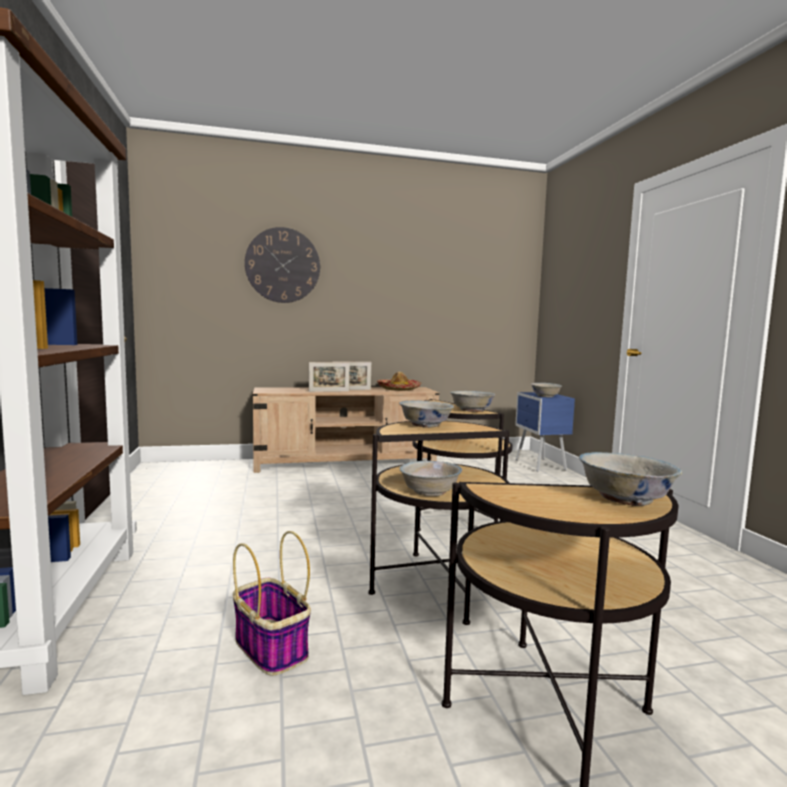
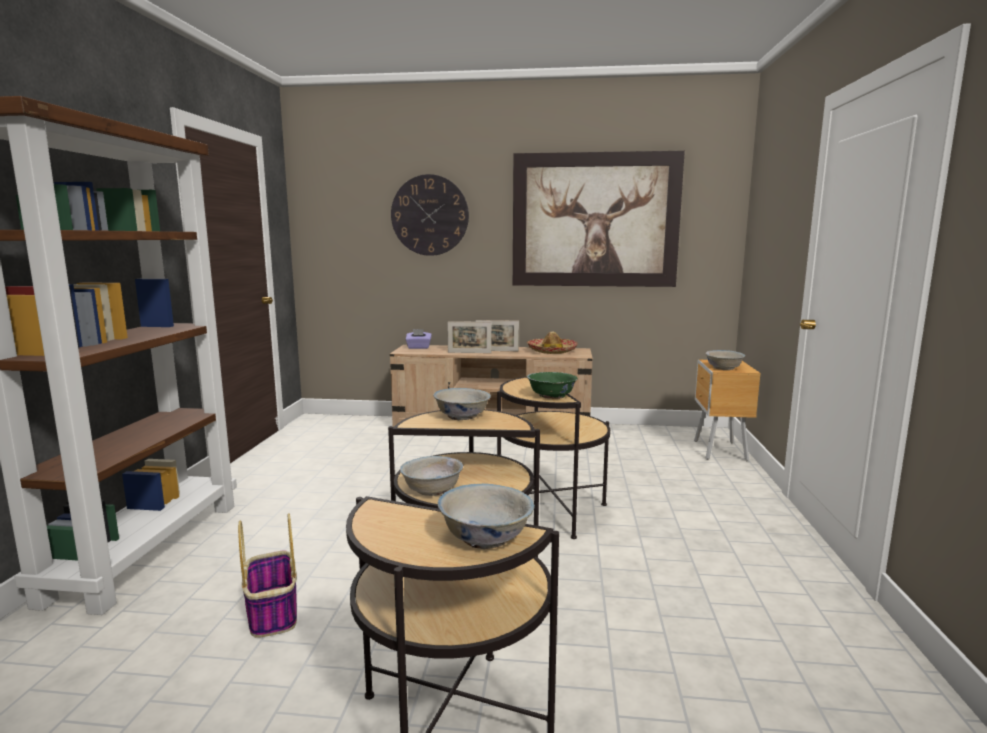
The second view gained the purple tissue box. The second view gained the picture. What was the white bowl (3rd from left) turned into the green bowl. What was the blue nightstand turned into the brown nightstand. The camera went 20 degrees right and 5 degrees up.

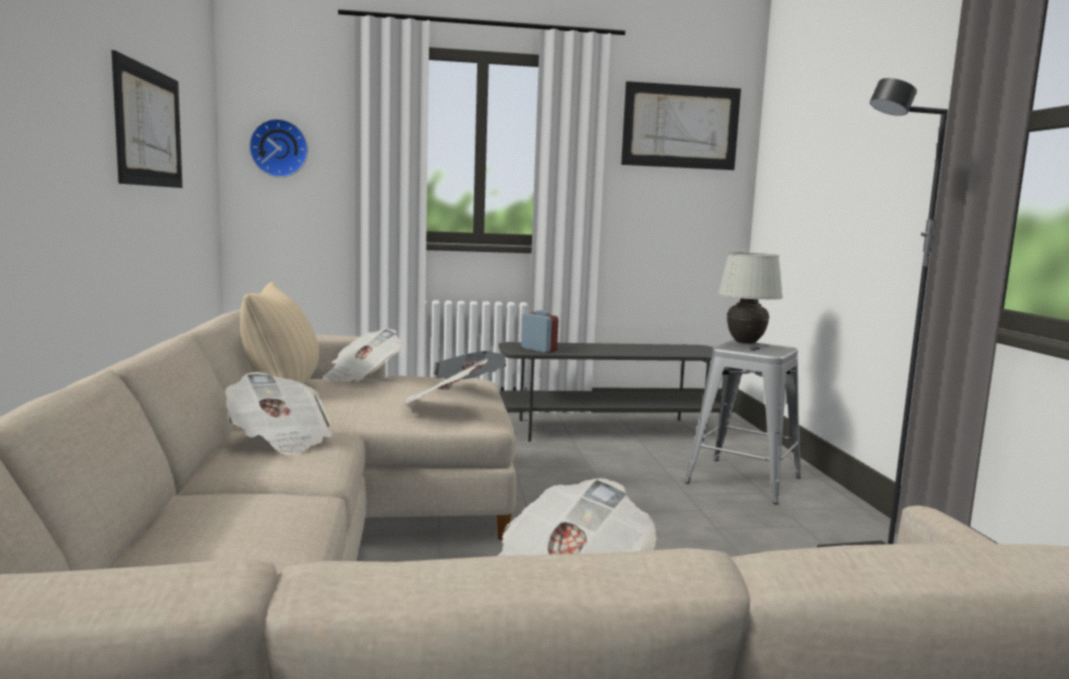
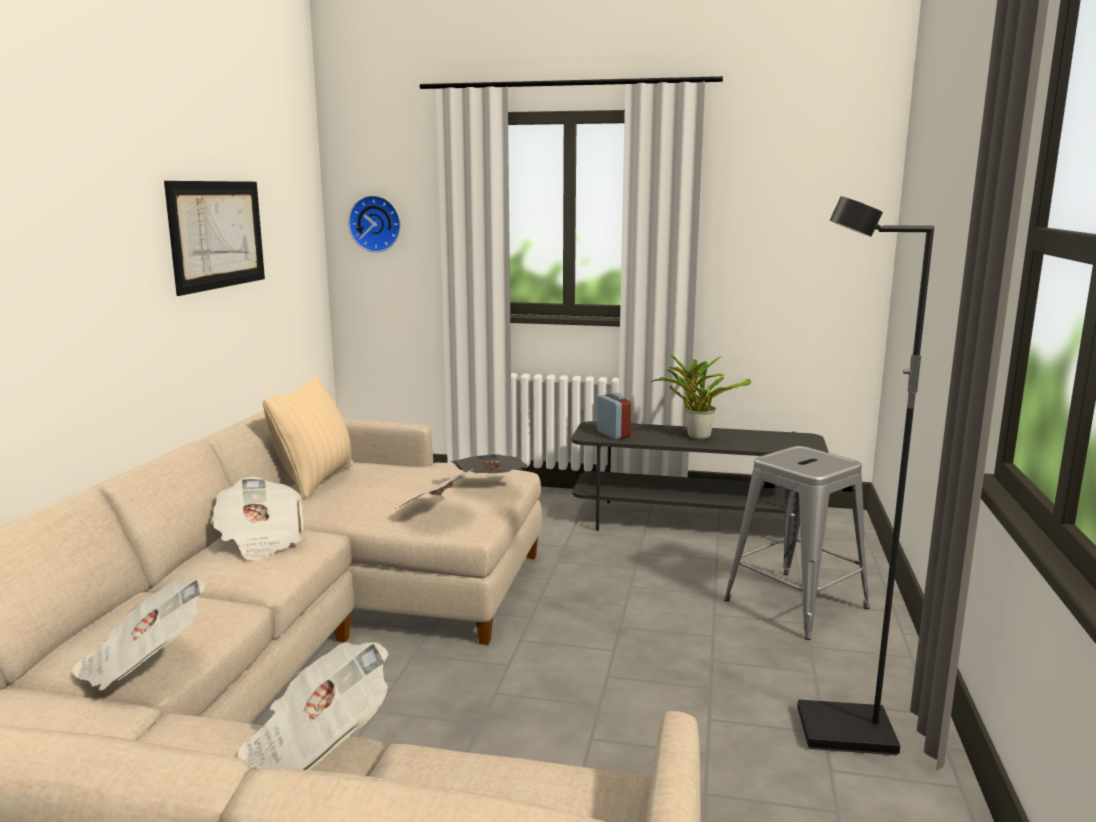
The newspaper (2nd from left in the first image) ended up elsewhere. The second view gained the potted plant. The second view lost the picture (2nd from left). The second view lost the white table lamp. The camera went 20 degrees right and 5 degrees up.

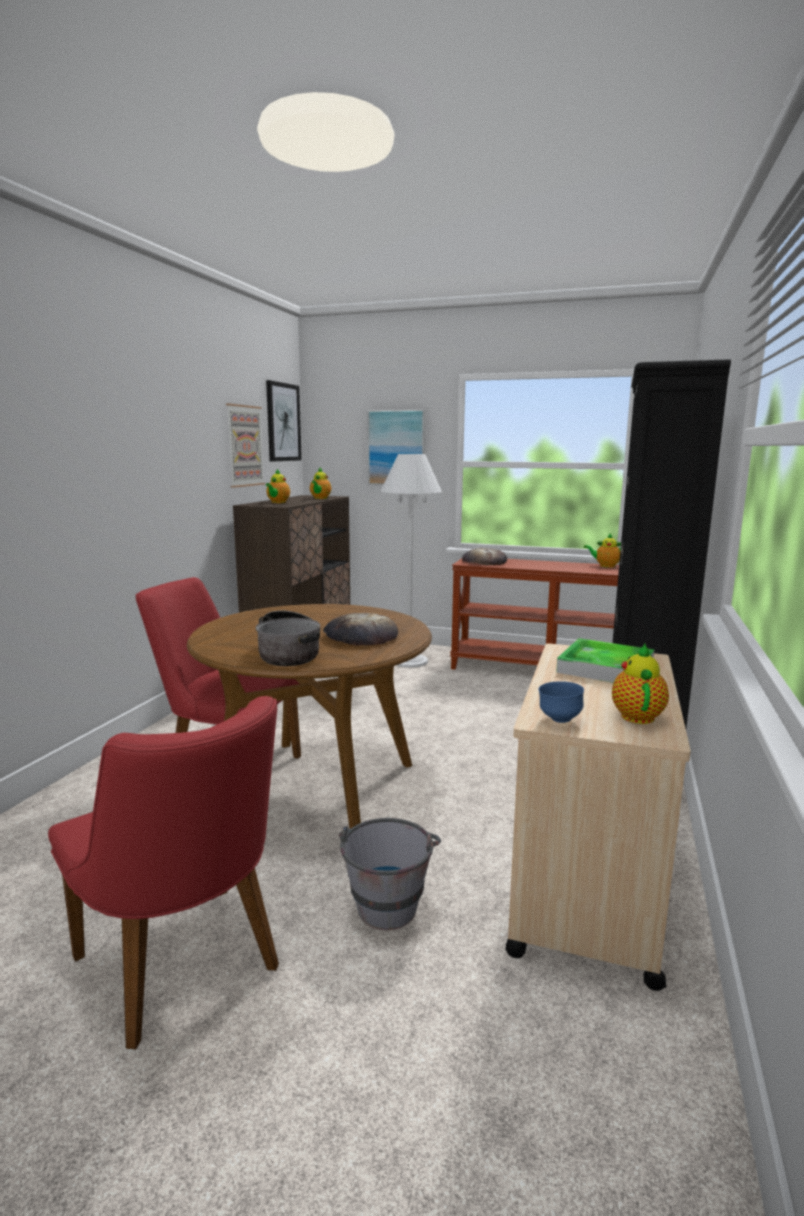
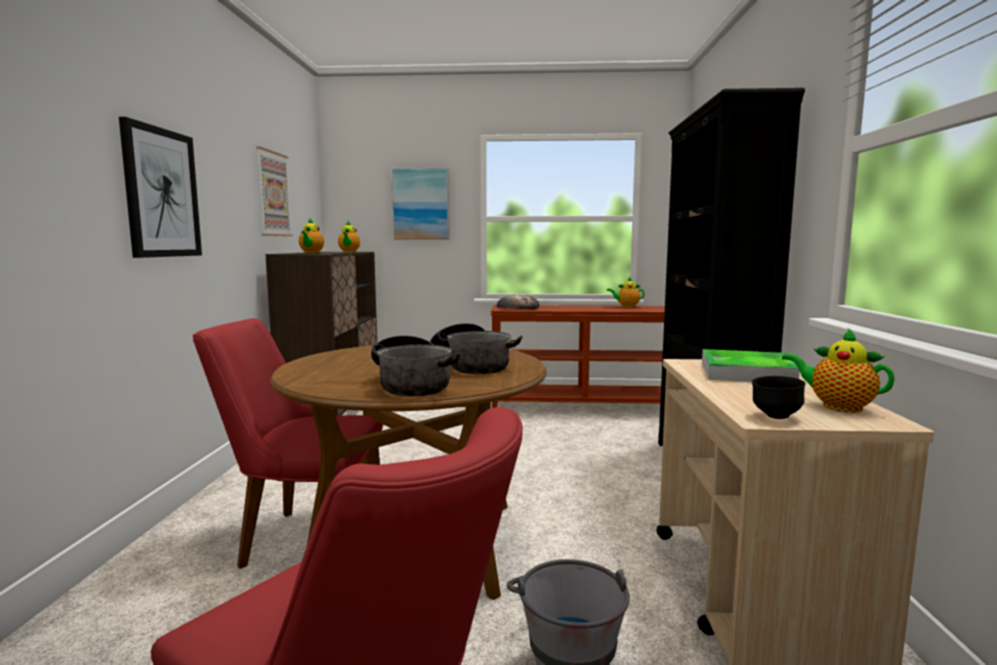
The picture (2nd from left in the first image) ended up elsewhere. Where the bread (1st from left) stood, the cooking pot (2nd from left) came to stand. What was the blue bowl turned into the black bowl. The teapot (4th from left) ended up facing another way, 45 degrees counterclockwise from before. The second view lost the white floor lamp. The camera went 15 degrees left and 5 degrees down.

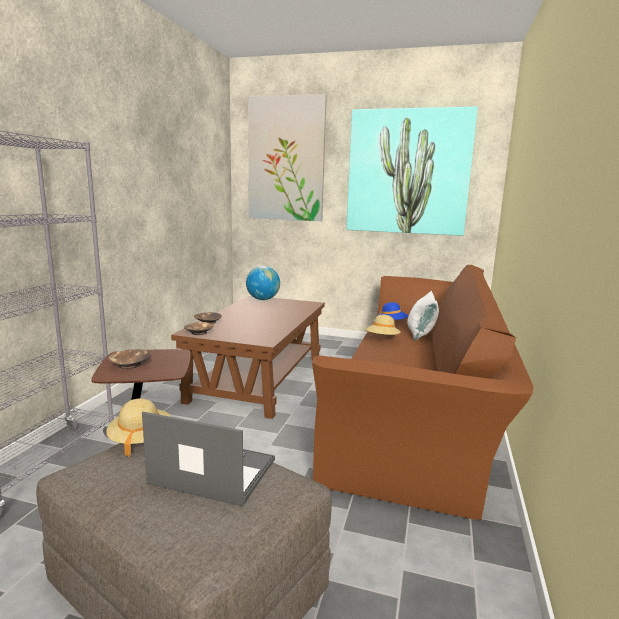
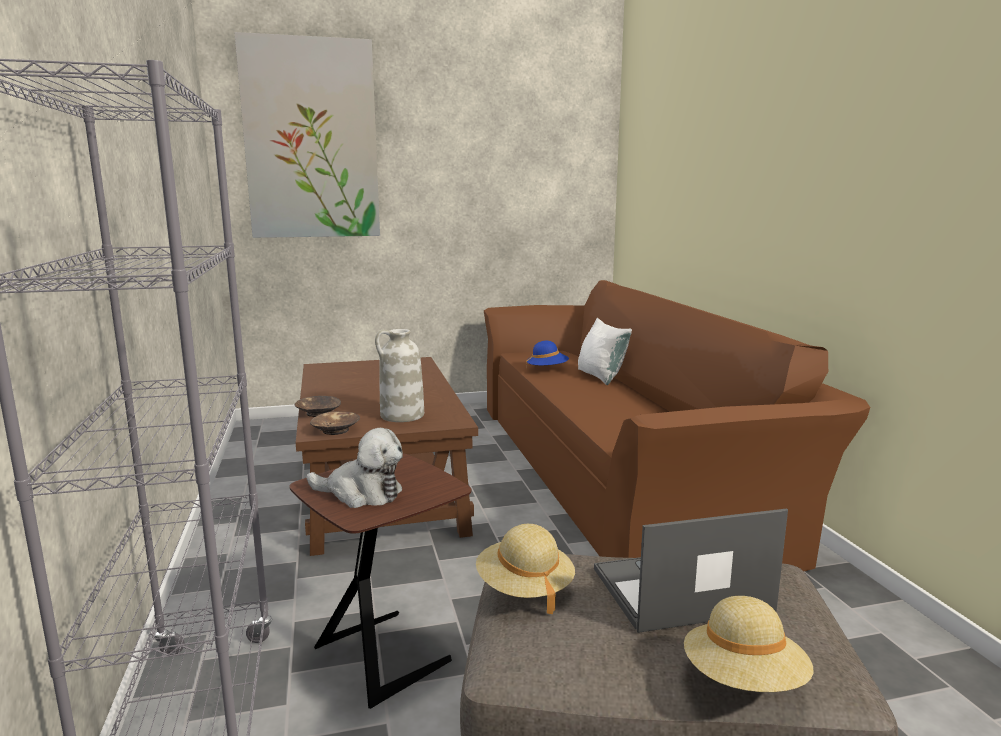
Where the brown bowl (1st from left) stood, the plush toy came to stand. The second view gained the white vase. The beige hat (2nd from left) ended up elsewhere. The second view lost the globe. The second view lost the picture (2nd from left). The camera went 30 degrees left and 0 degrees up.

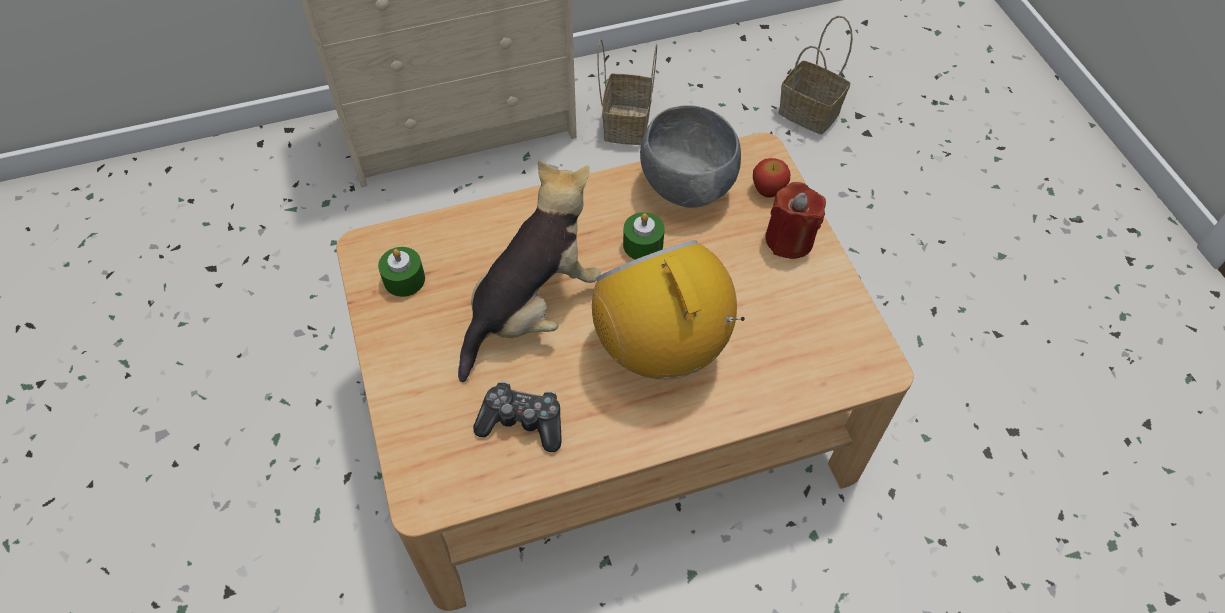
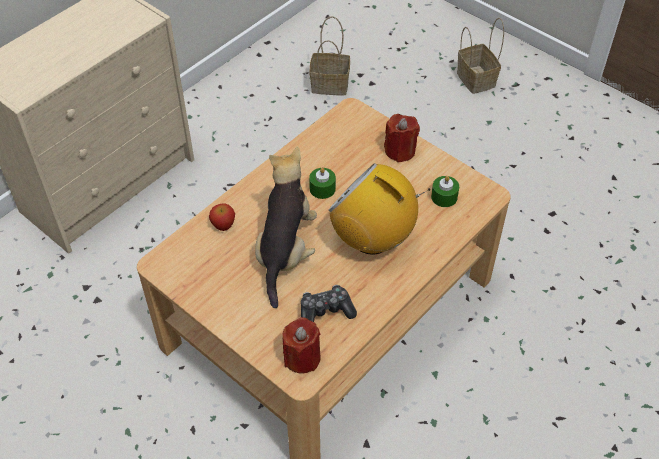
The apple ended up elsewhere. The second view gained the red candle (1st from left). The green candle (1st from left in the first image) ended up elsewhere. The basket (1st from left in the first image) ended up elsewhere. The second view lost the grey bowl. The camera went 30 degrees left and 5 degrees down.

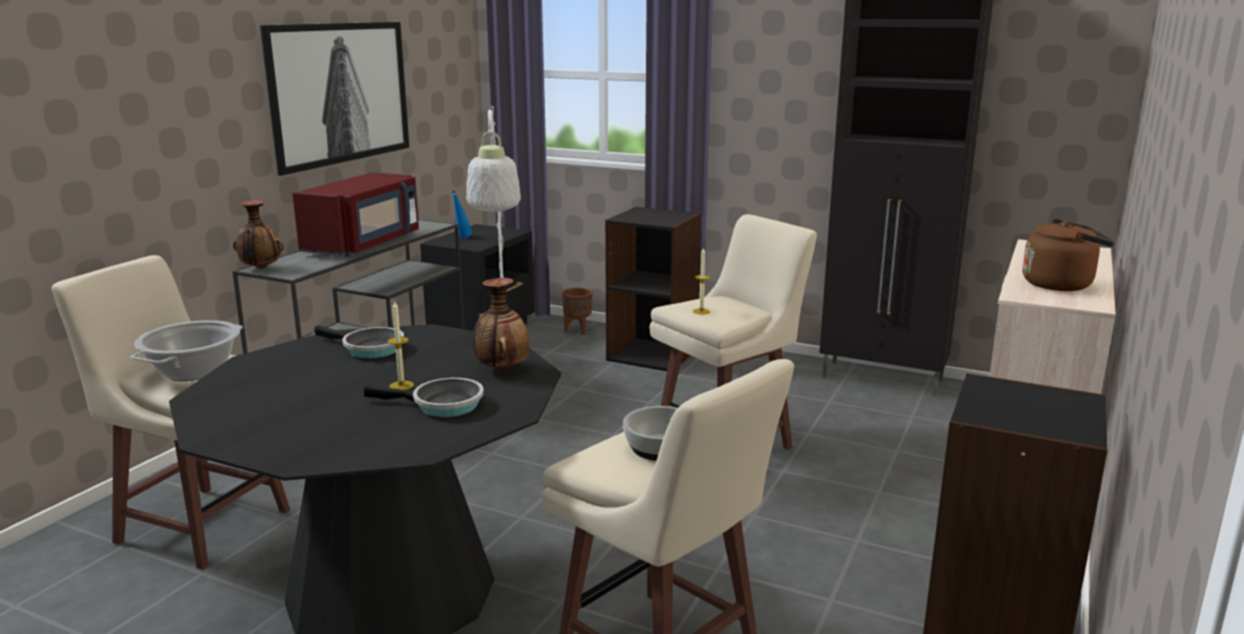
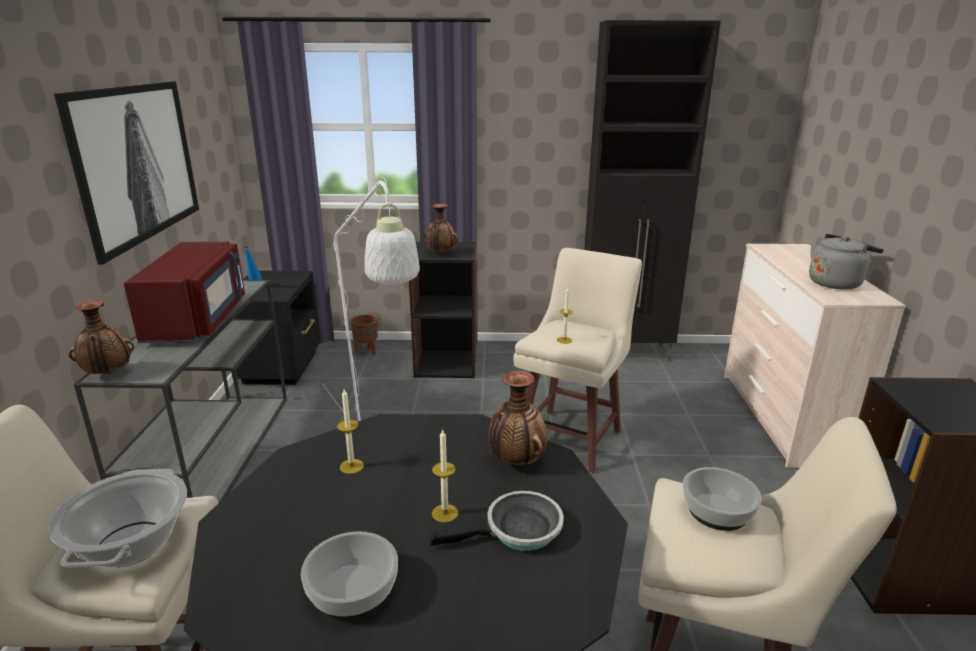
The second view gained the bowl (1st from left). Where the frying pan (1st from left) stood, the candle (1st from left) came to stand. The second view gained the vase (2nd from left). What was the brown kettle turned into the grey kettle. The camera went 25 degrees left and 5 degrees up.

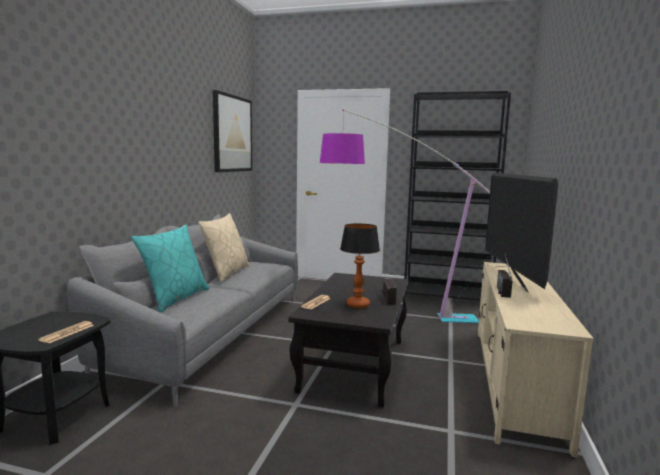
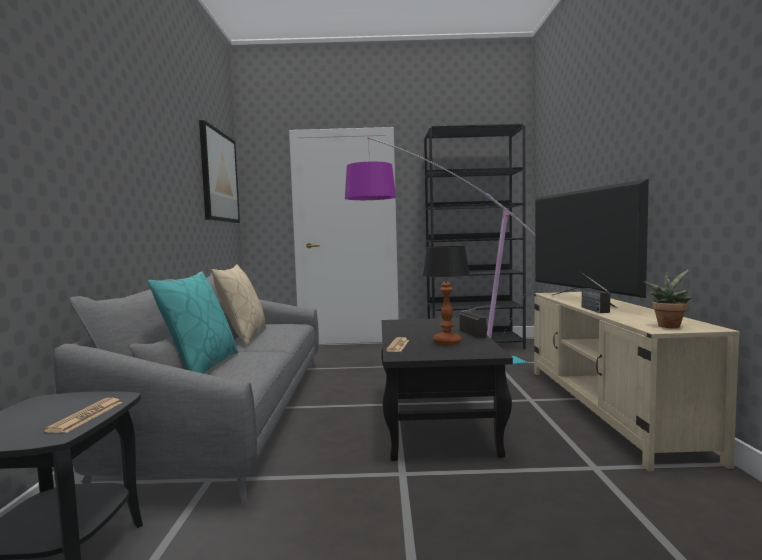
The second view gained the potted plant. The camera went 15 degrees left and 5 degrees down.

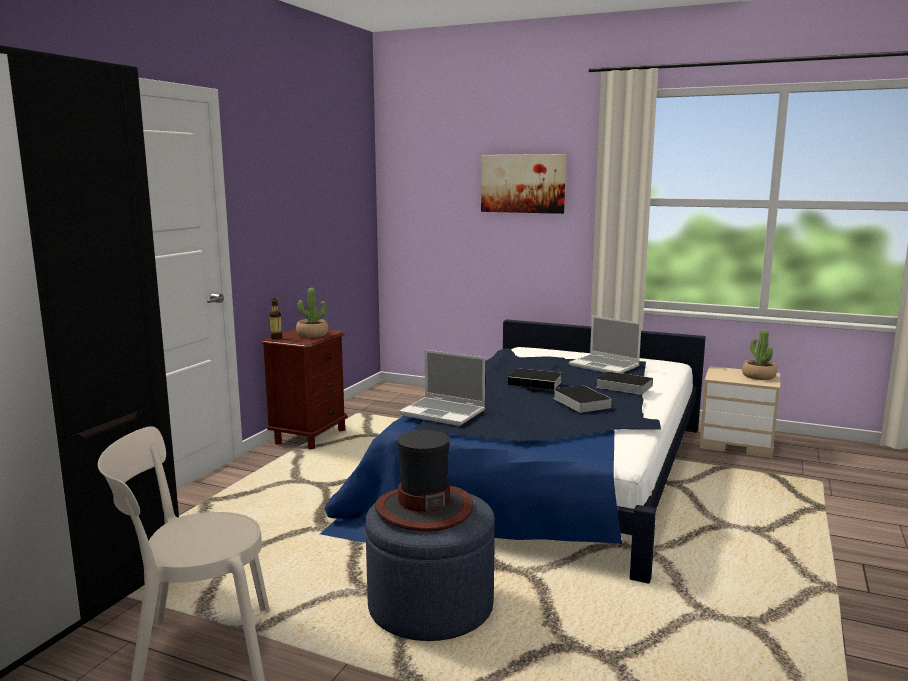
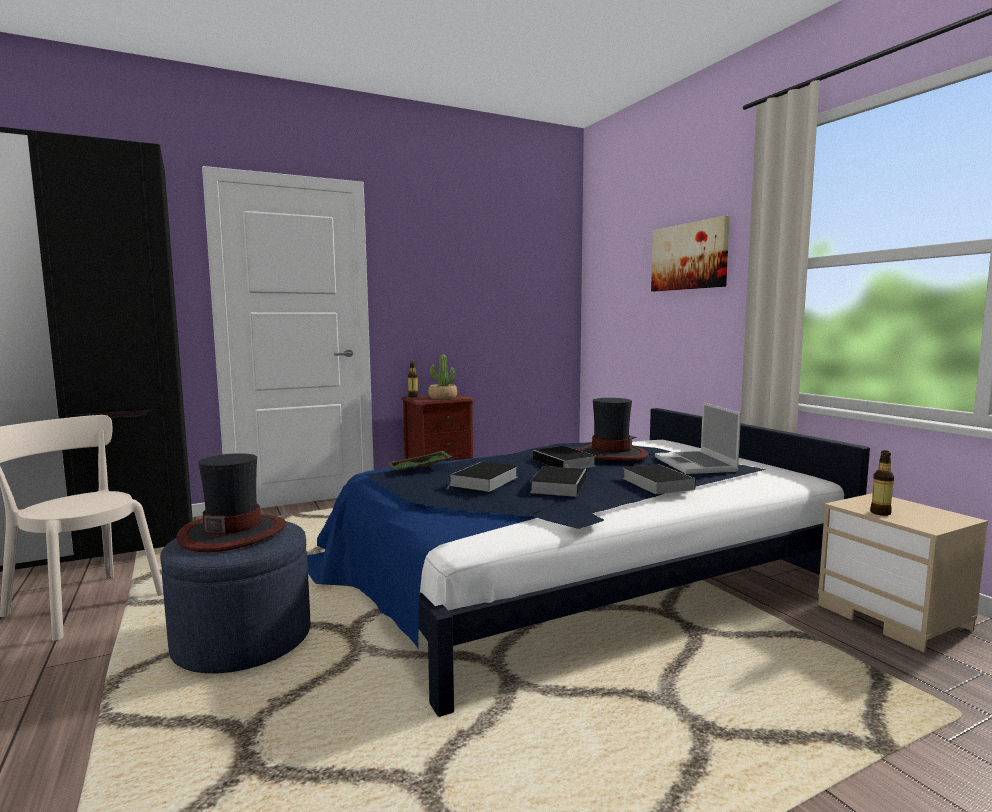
Where the laptop (1st from left) stood, the green tray came to stand. The second view gained the book (1st from left). The second view gained the hat (2nd from left). The second view gained the bottle (2nd from left). The second view lost the potted plant (2nd from left). The camera went 40 degrees right and 5 degrees down.

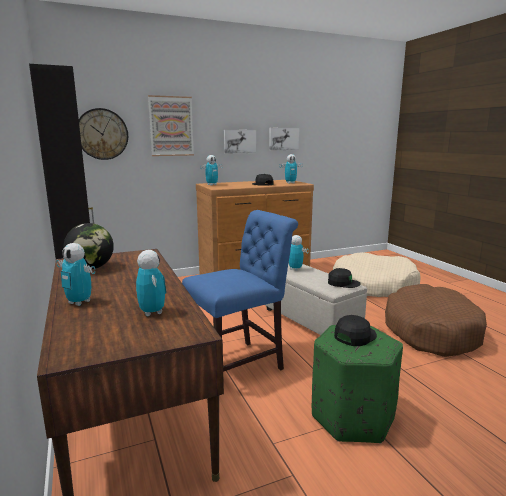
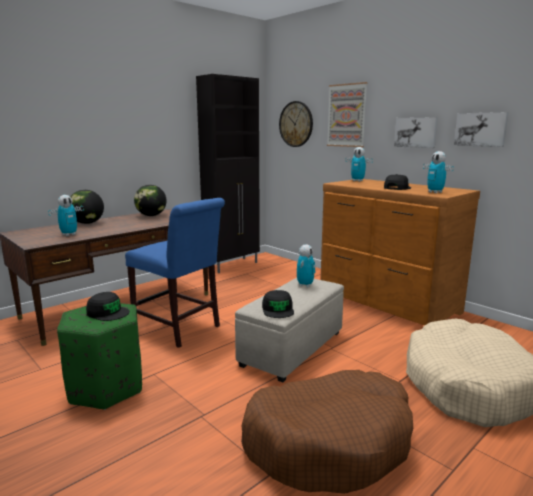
Where the toy robot (1st from left) stood, the globe (1st from left) came to stand. The camera went 70 degrees right and 0 degrees up.

